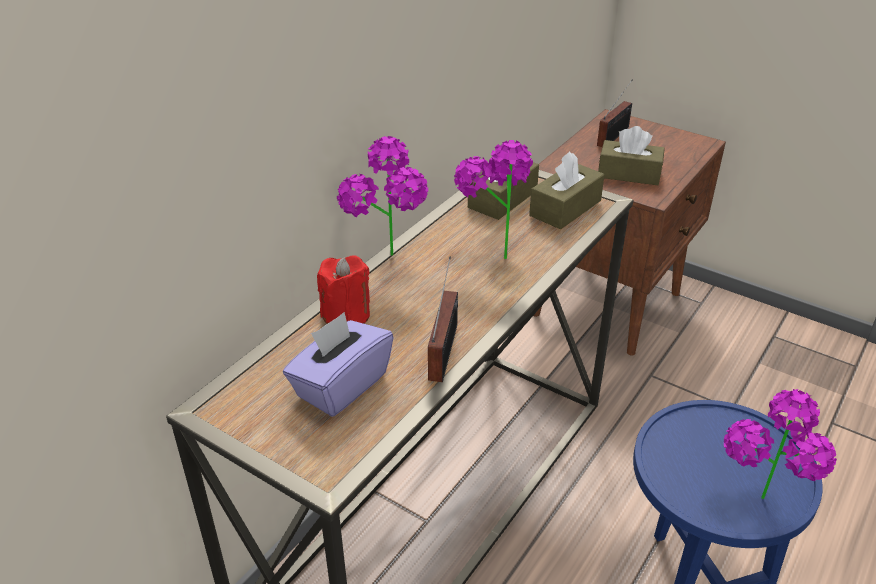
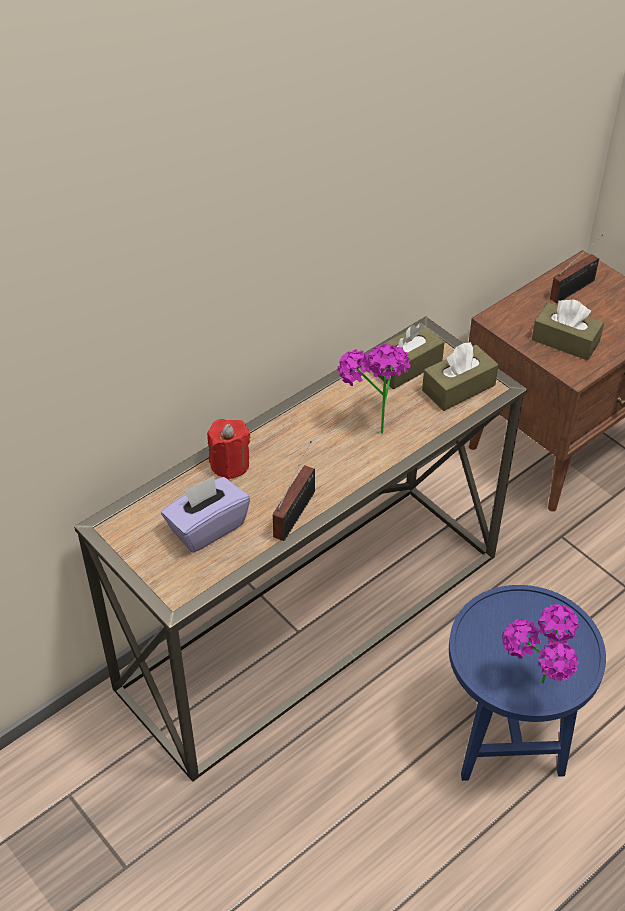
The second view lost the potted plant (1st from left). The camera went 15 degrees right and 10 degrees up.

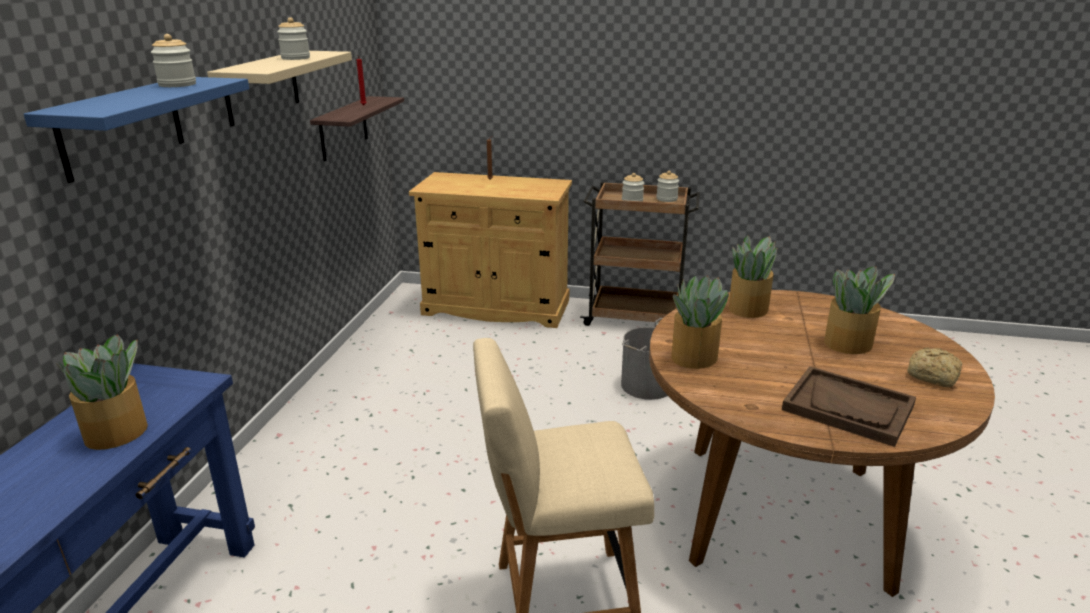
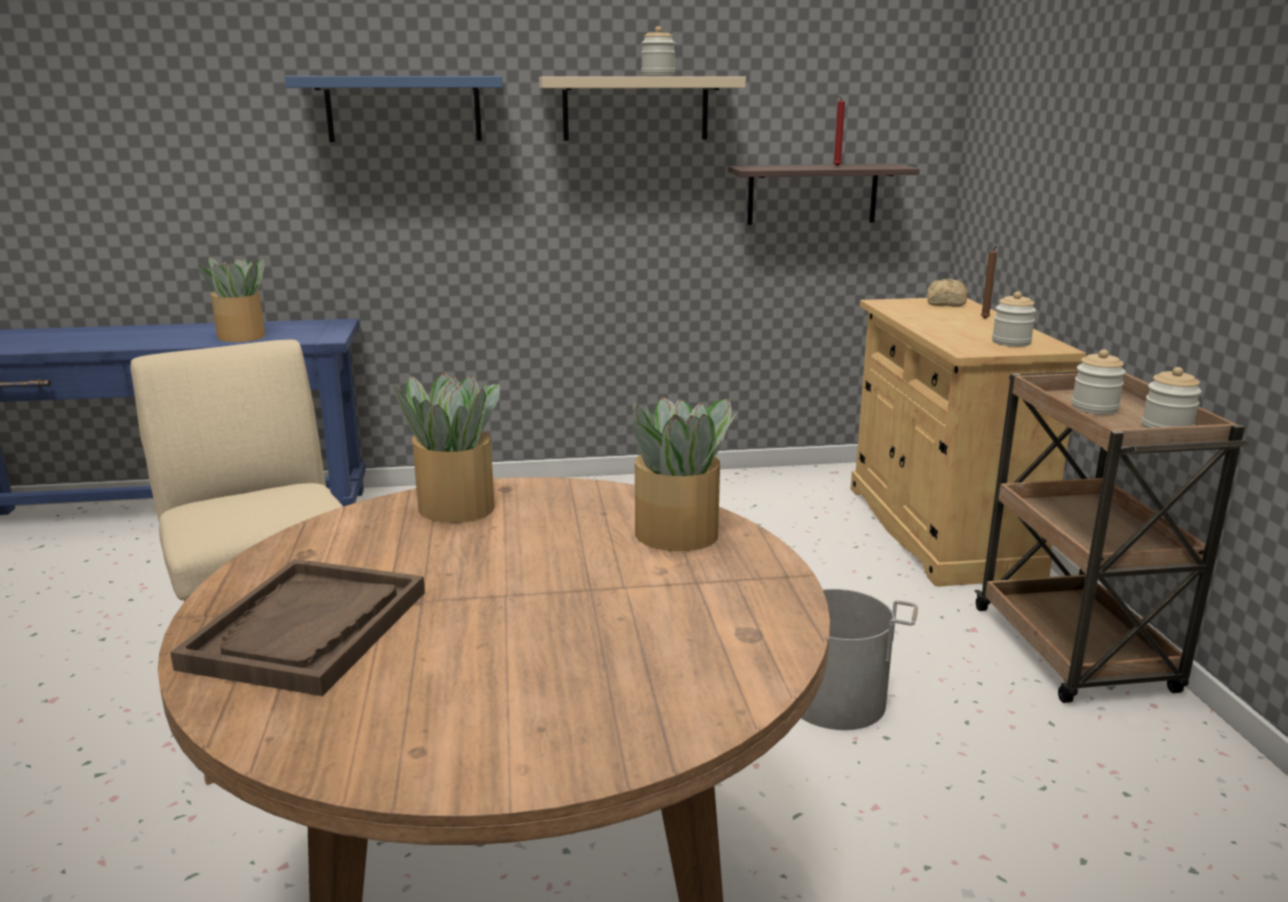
The bread ended up elsewhere. The jar (1st from left in the first image) ended up elsewhere. The second view lost the potted plant (4th from left). The camera went 70 degrees right and 5 degrees down.

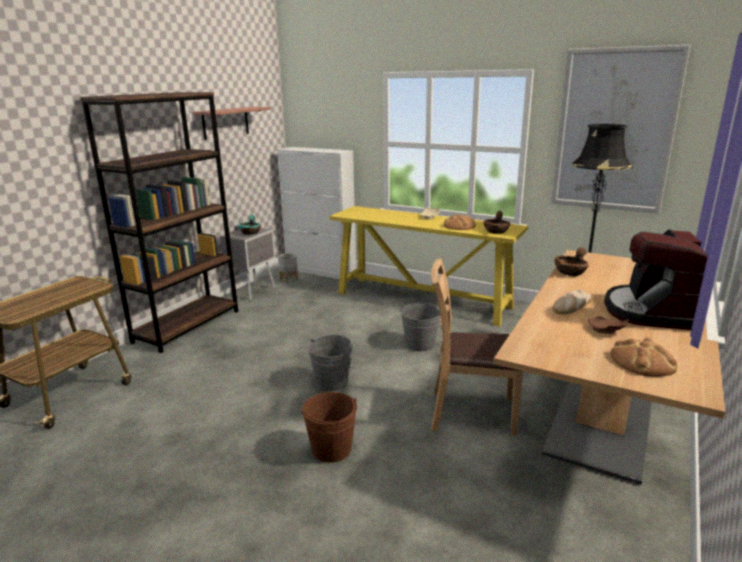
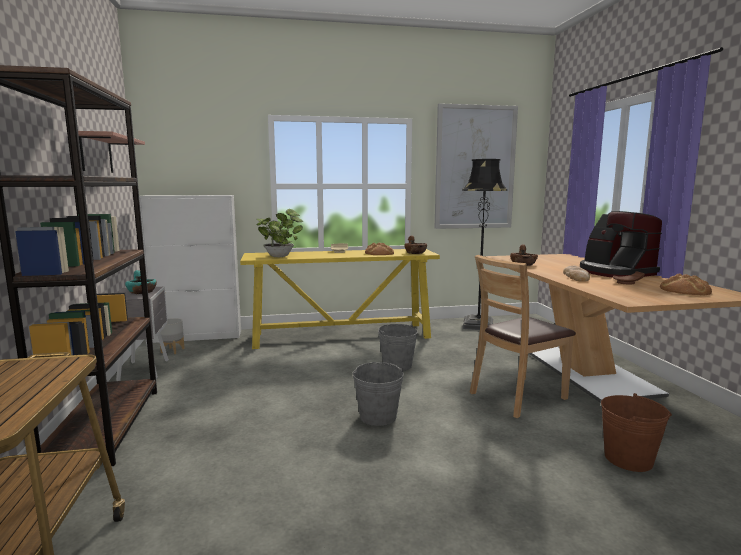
The second view gained the potted plant. The brown bucket ended up elsewhere. The camera went 40 degrees left and 10 degrees down.

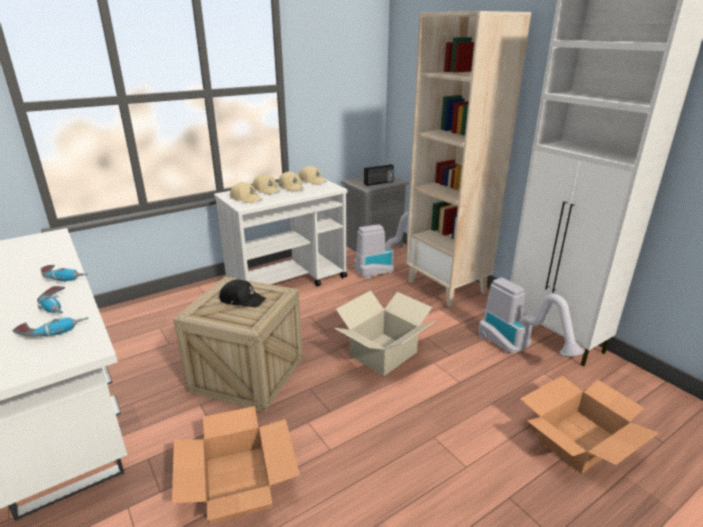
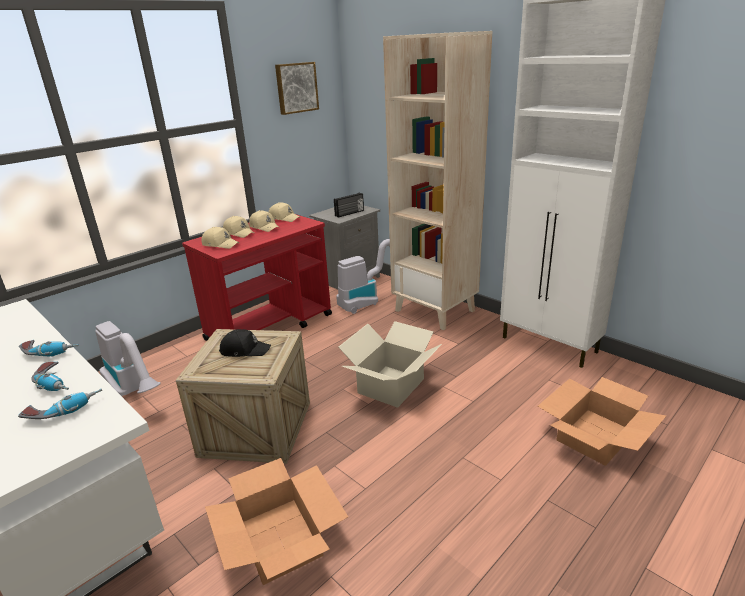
The vacuum cleaner (2nd from left in the first image) ended up elsewhere. What was the white cart turned into the red cart. The second view gained the picture. The camera went 10 degrees left and 0 degrees up.

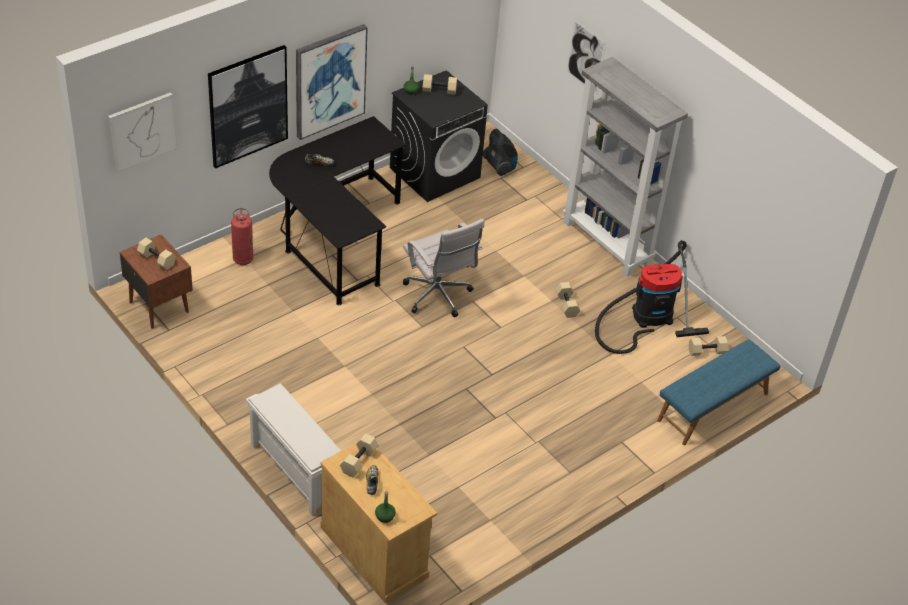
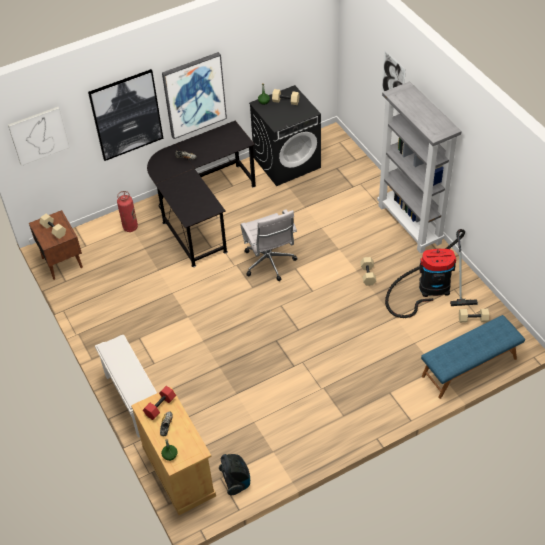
What was the beige dumbbell (2nd from left) turned into the red dumbbell. The vacuum cleaner (1st from left) ended up elsewhere. The camera went 15 degrees right and 5 degrees up.

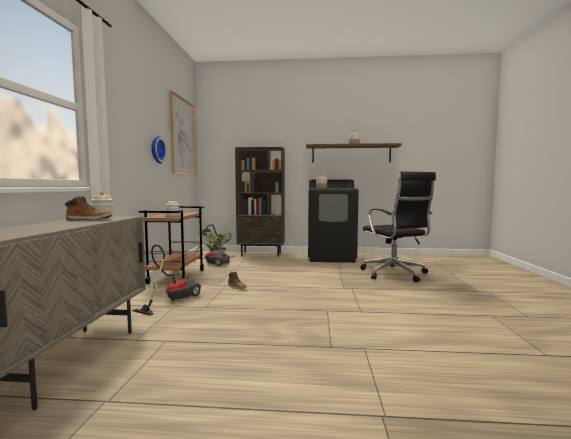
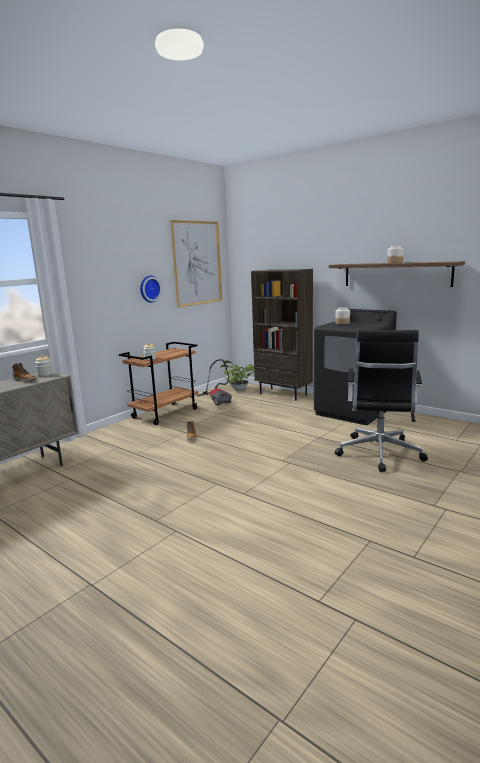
The second view lost the vacuum cleaner (1st from left). The camera went 35 degrees right and 10 degrees up.

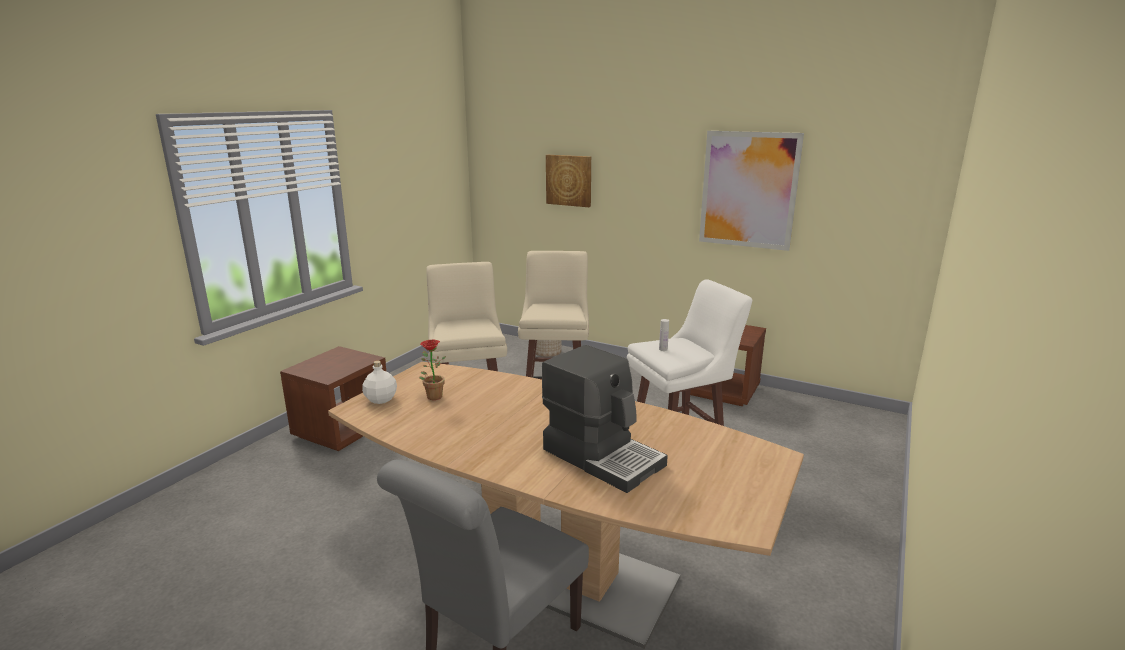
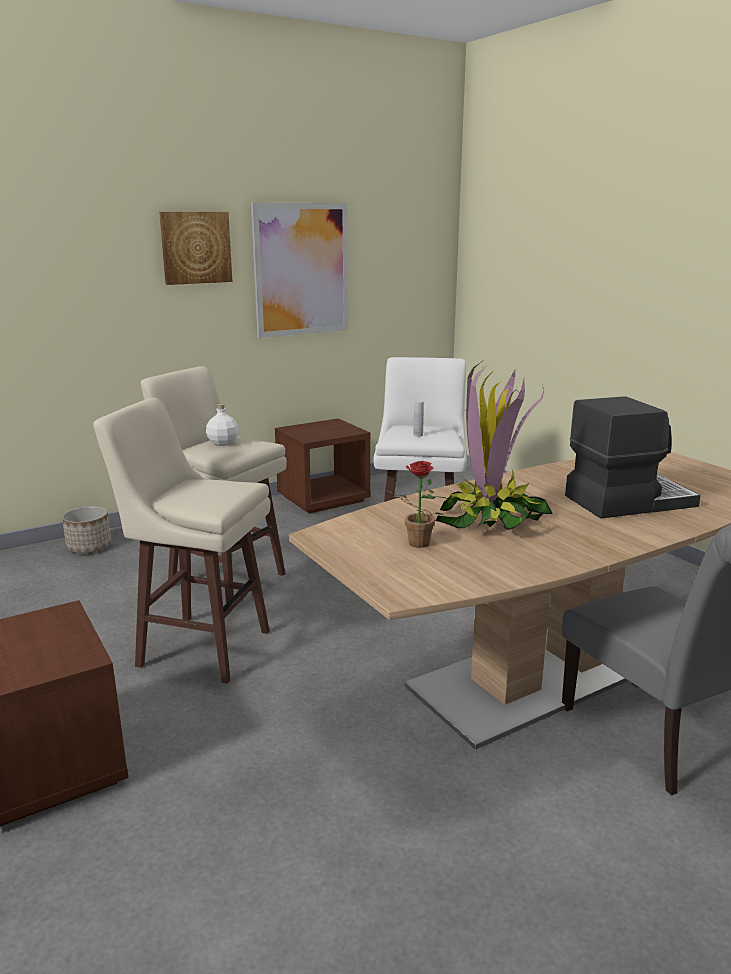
The picture (1st from left) ended up elsewhere. The white bottle (1st from left) ended up elsewhere. The second view gained the potted plant (2nd from left). The camera went 60 degrees left and 0 degrees up.

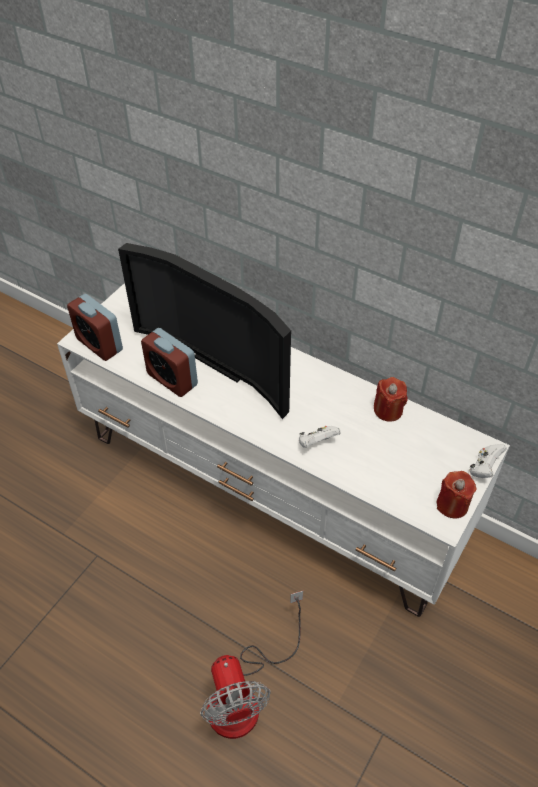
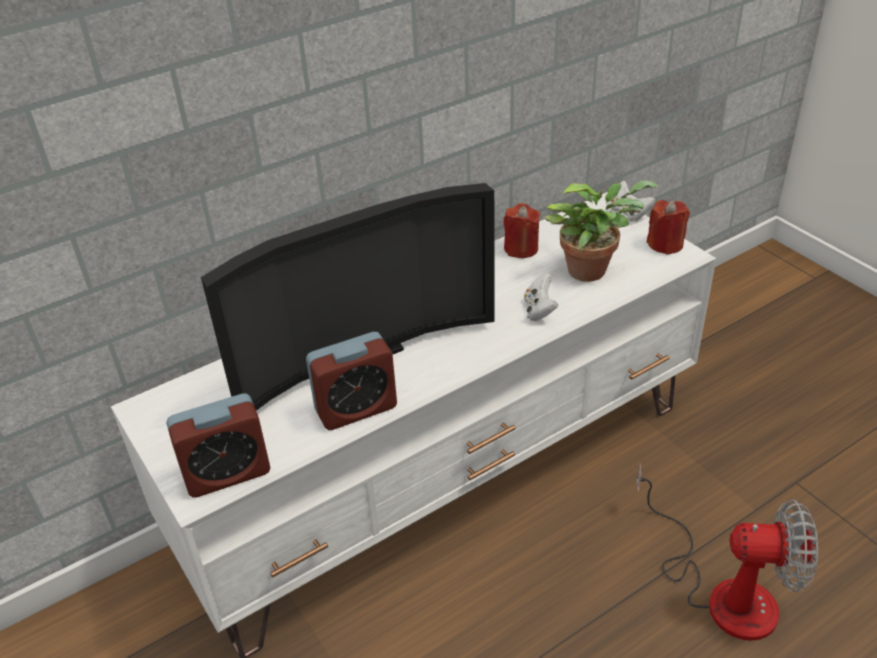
The second view gained the potted plant. The camera went 65 degrees left and 10 degrees down.

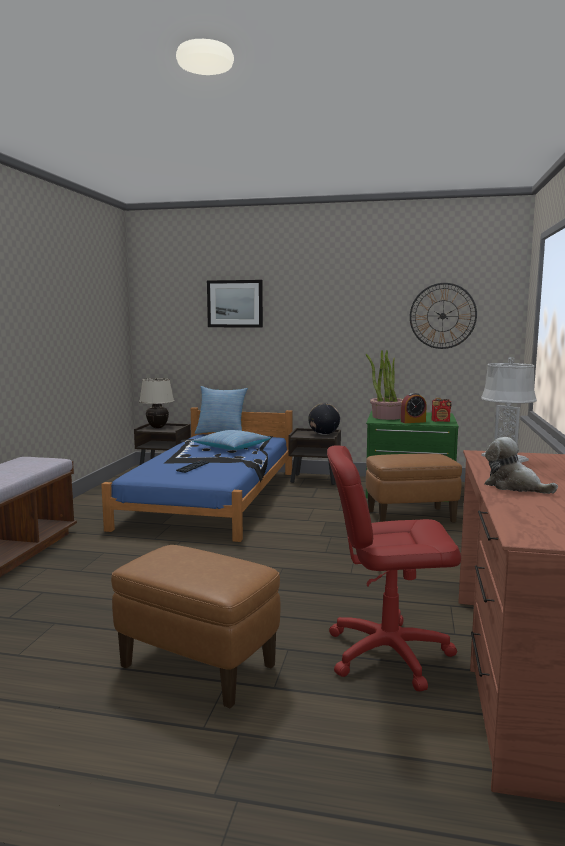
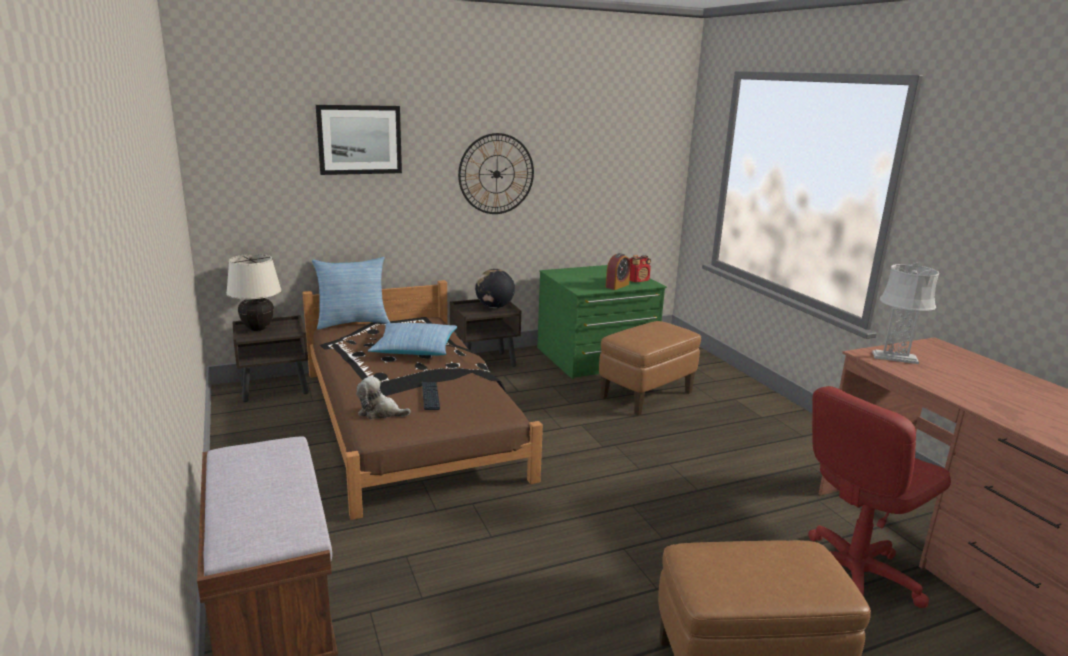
What was the blue bed turned into the brown bed. The plush toy ended up elsewhere. The wall clock ended up elsewhere. The second view lost the potted plant. The camera went 35 degrees left and 10 degrees up.

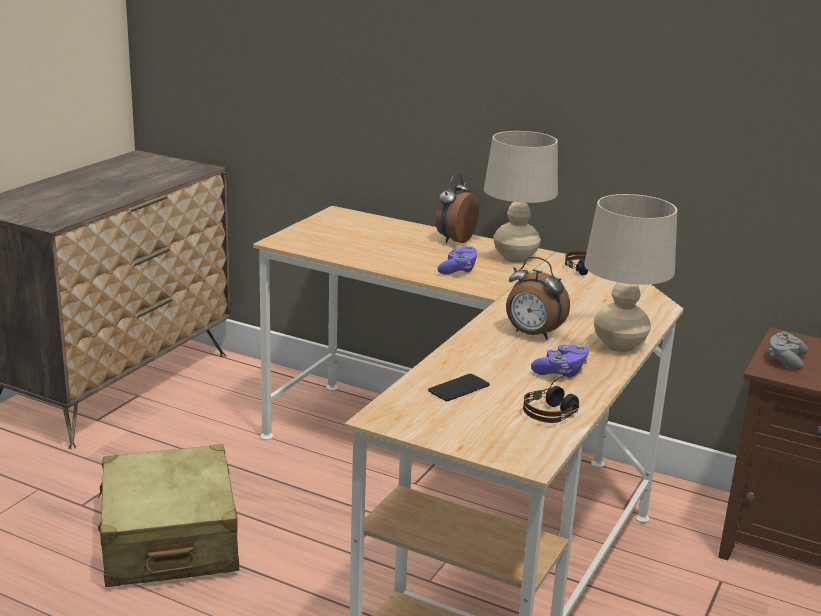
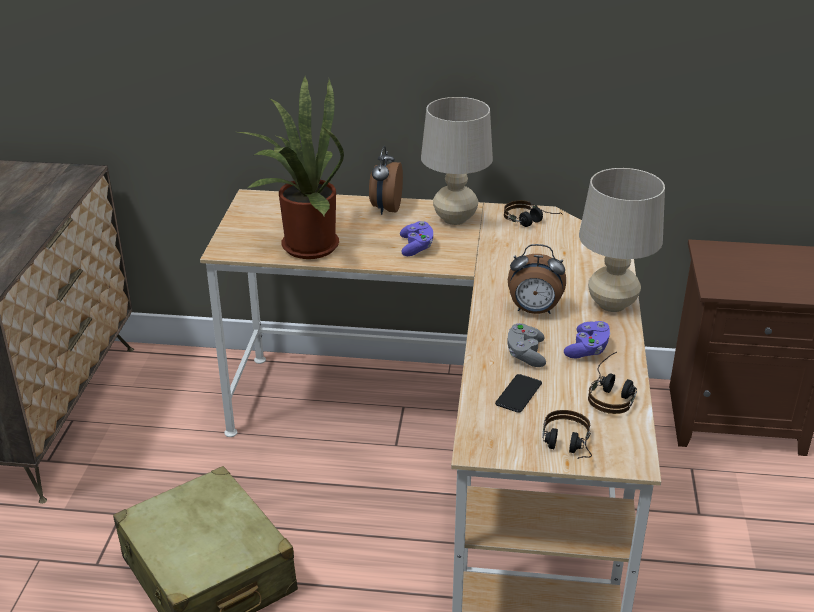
The second view gained the potted plant. The grey game controller ended up elsewhere. The second view gained the headphones (2nd from left). The camera went 20 degrees left and 10 degrees up.

